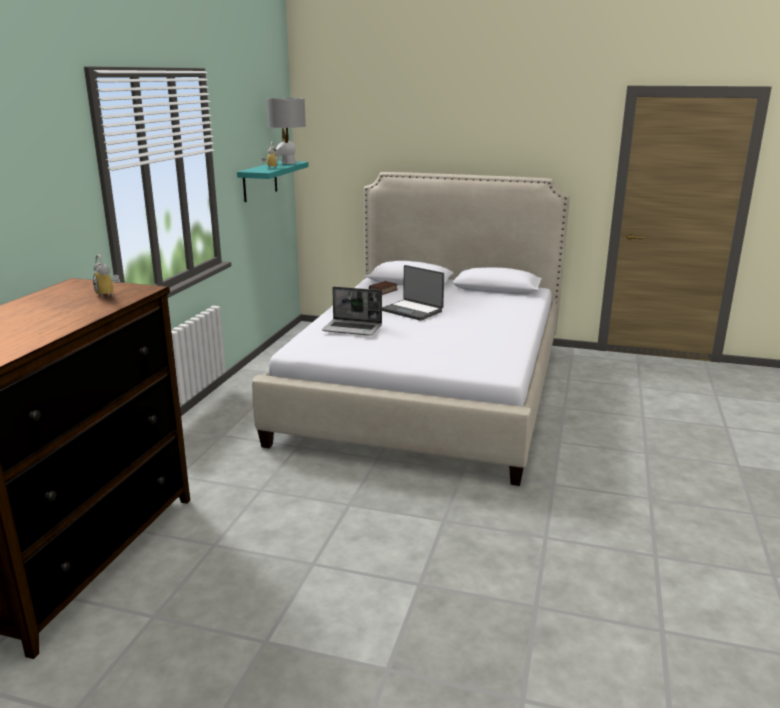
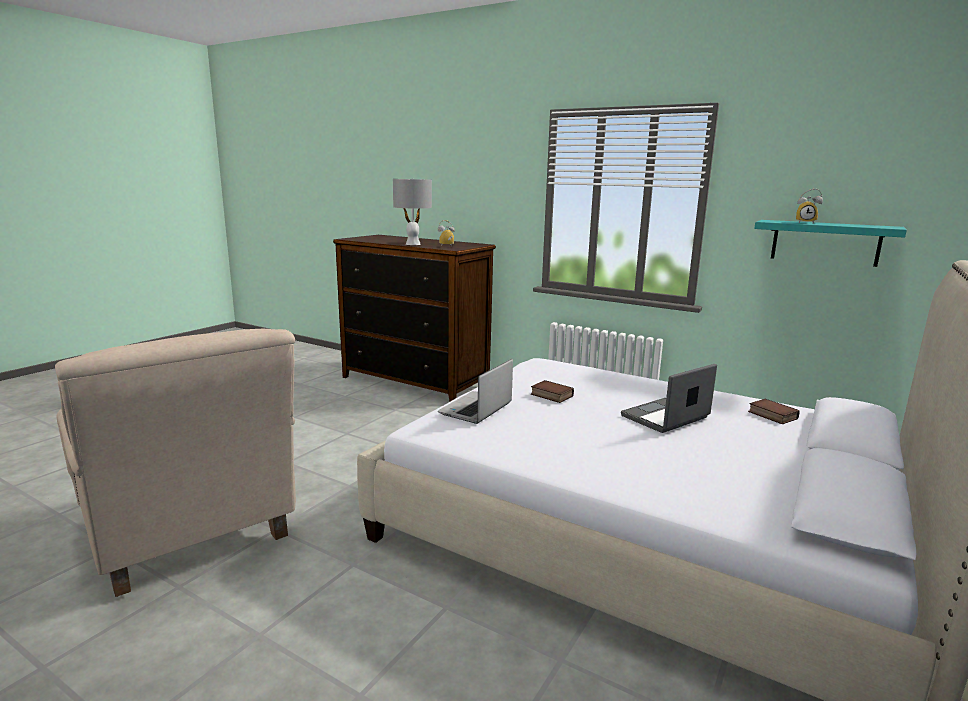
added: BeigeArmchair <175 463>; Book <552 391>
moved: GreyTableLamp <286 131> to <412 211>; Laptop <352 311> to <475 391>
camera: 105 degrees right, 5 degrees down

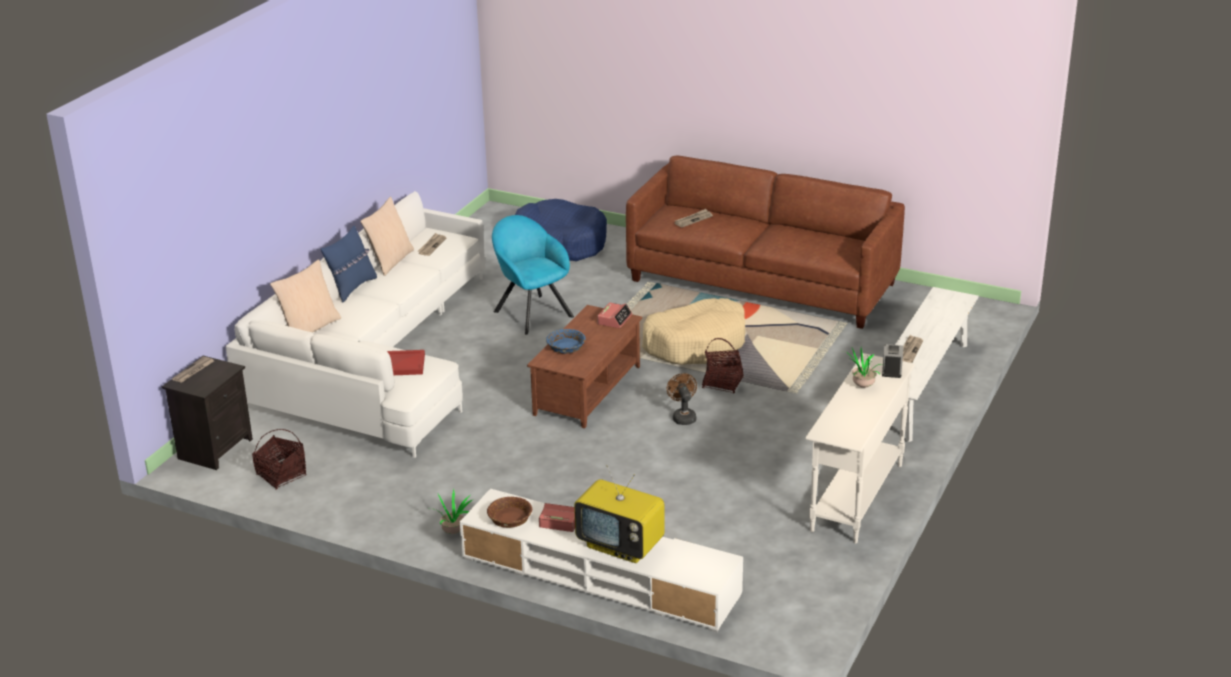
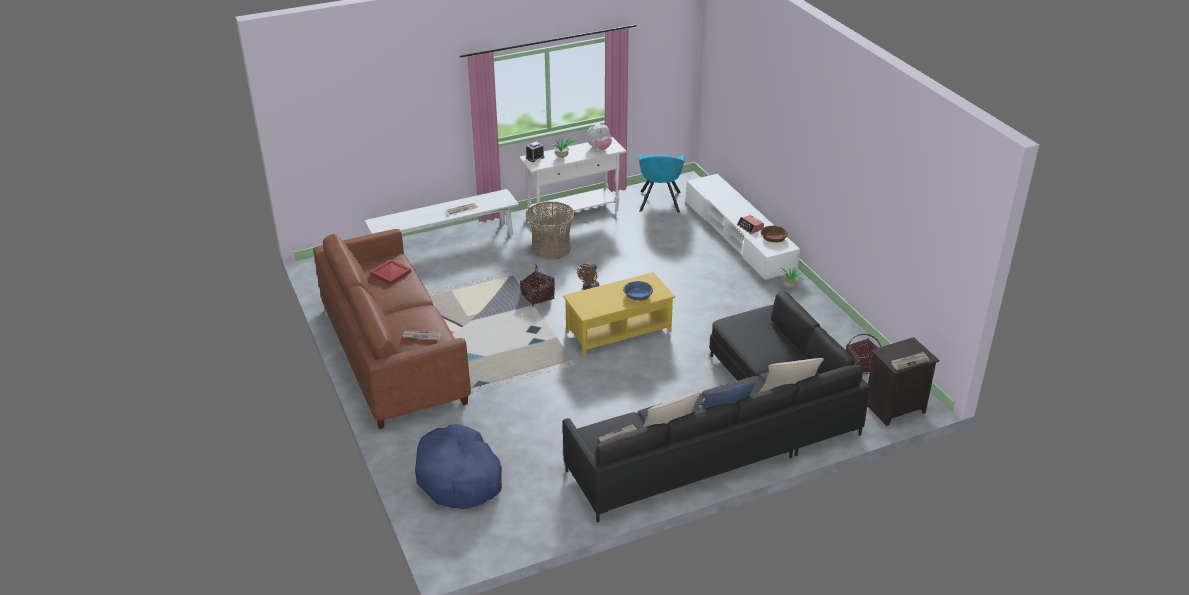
removed: Television <619 514>; AlarmClock <614 315>; BeigeDogBed <694 331>
added: Basket <550 231>; PlushToy <599 136>
moved: RedTray <406 362> to <391 272>; TurquoiseArmchair <533 275> to <662 183>
recoloured: WhiteSofa <355 324> to BlackSofa <716 407>; BrownCoffeeTable <584 366> to YellowCoffeeTable <619 314>
camera: 140 degrees left, 5 degrees up

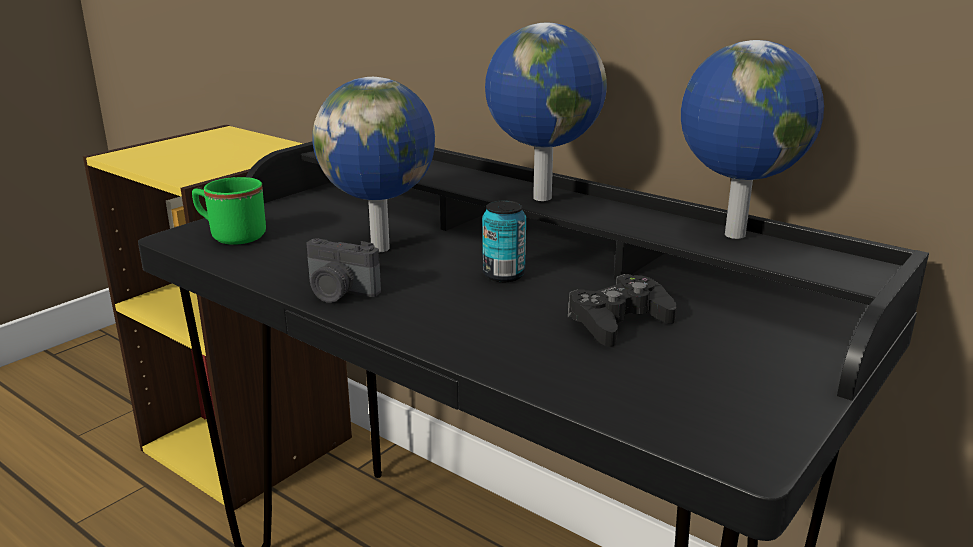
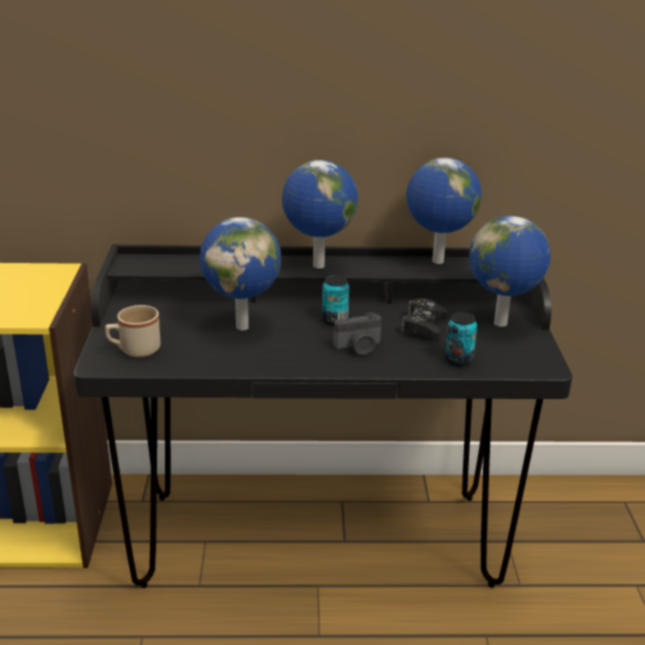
added: Can <461 339>; Globe <510 271>
moved: PhotoCamera <343 270> to <357 333>
recoloured: GreenMug <229 211> to BeigeMug <133 331>
camera: 40 degrees left, 5 degrees up

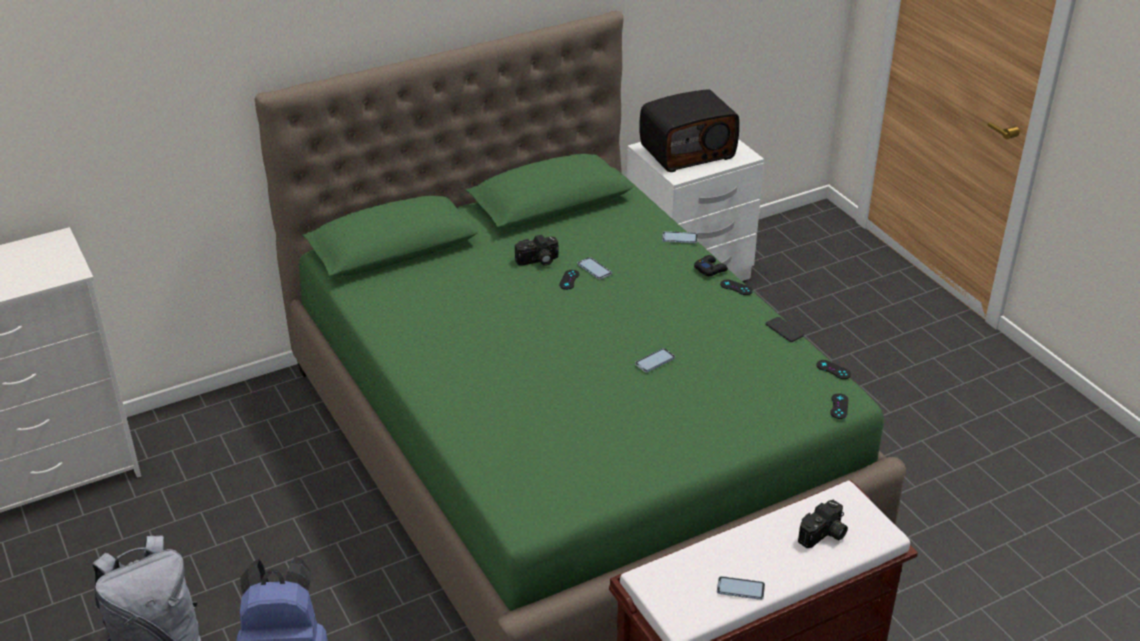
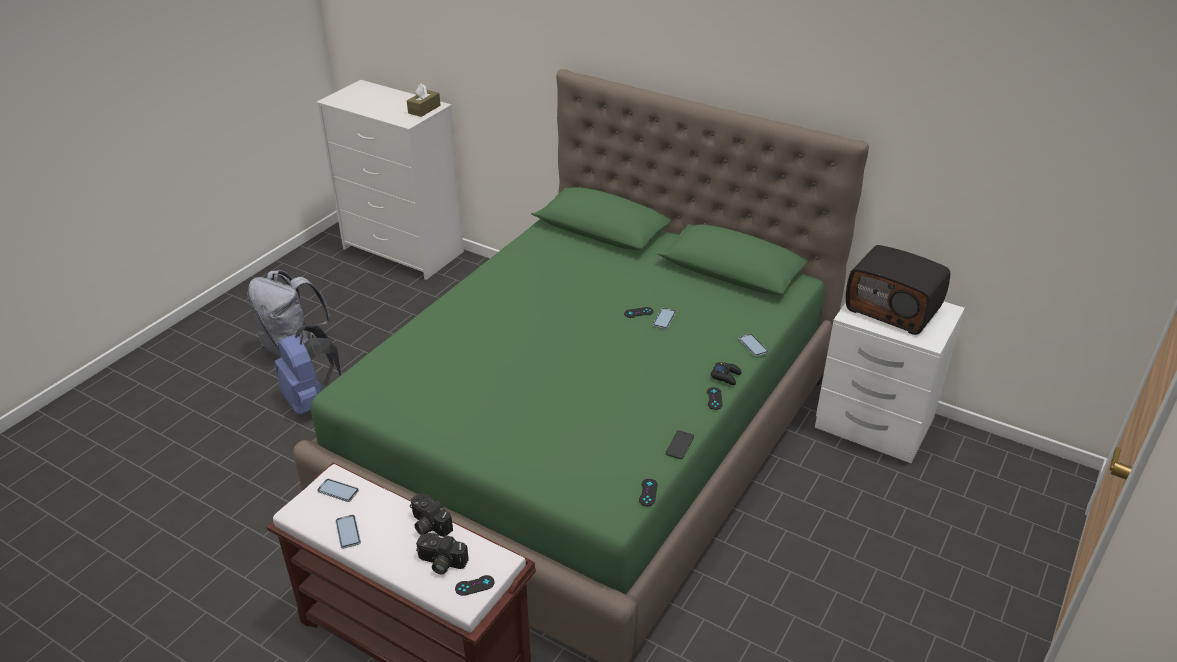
added: BrownTissueBox <424 100>
moved: PhotoCamera <536 250> to <431 515>; Phone <655 360> to <338 490>; BlackGameController <839 406> to <475 585>
camera: 60 degrees right, 0 degrees up

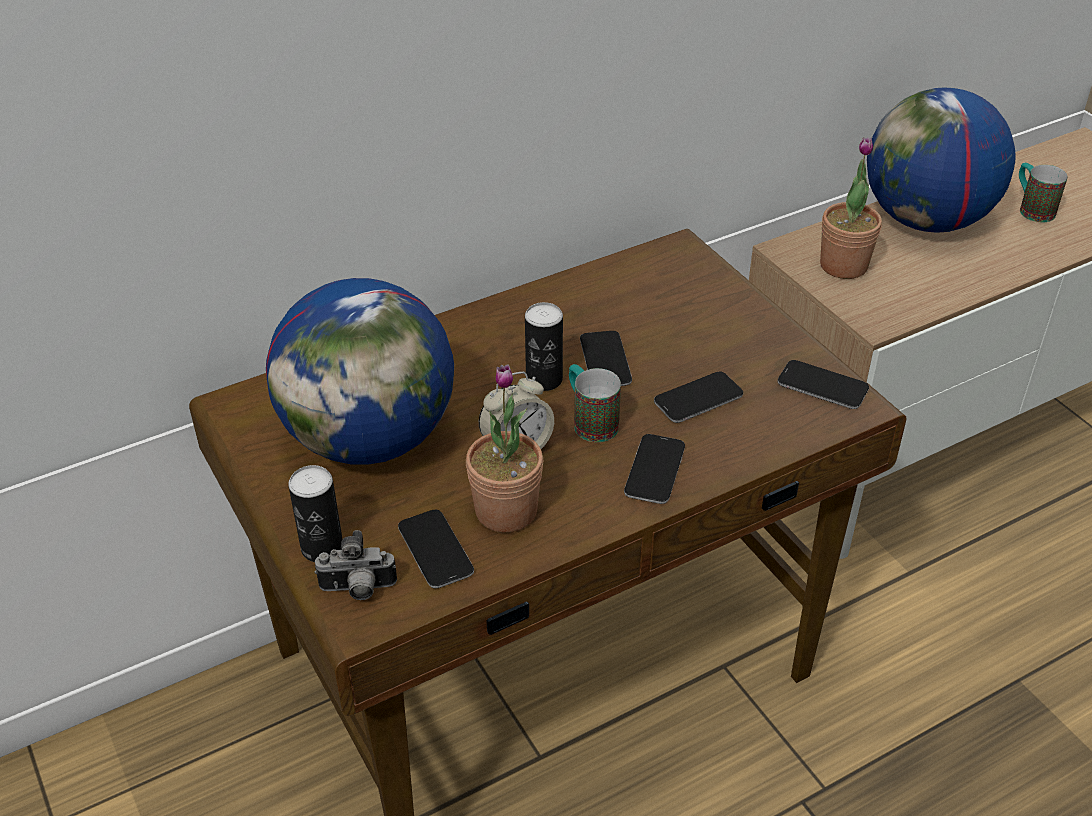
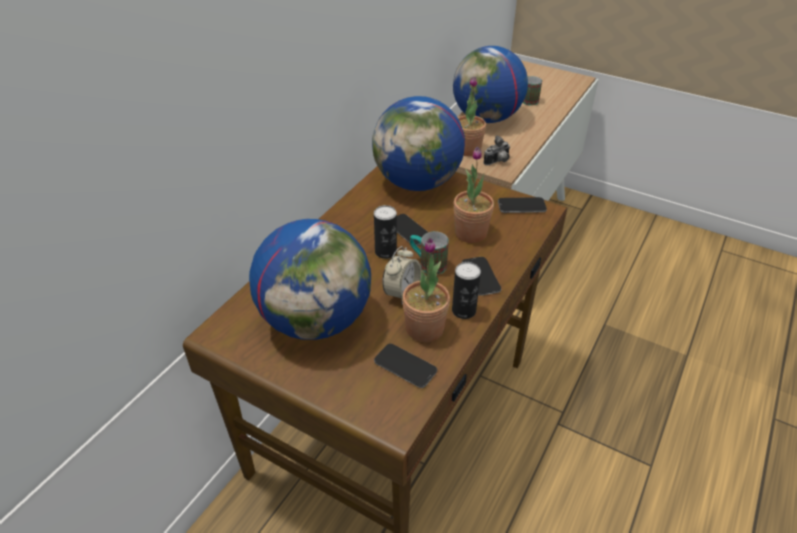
added: Globe <418 143>
moved: Can <315 513> to <466 290>; PhotoCamera <355 565> to <496 150>
replaced: Phone <698 397> to PottedPlant <473 195>
camera: 30 degrees left, 0 degrees up

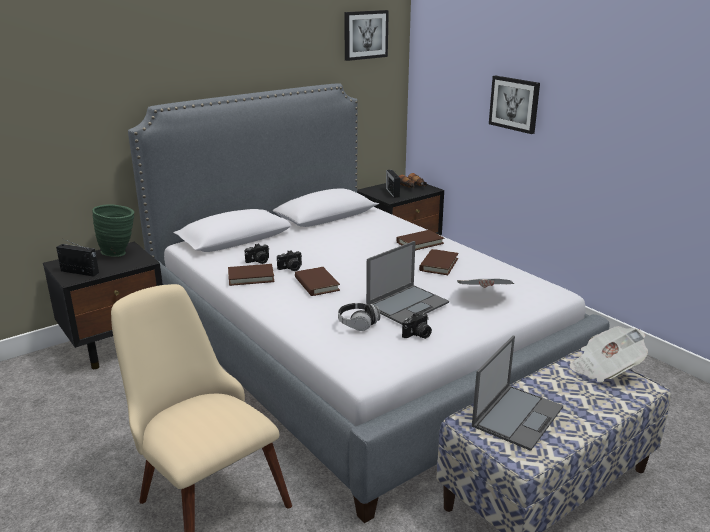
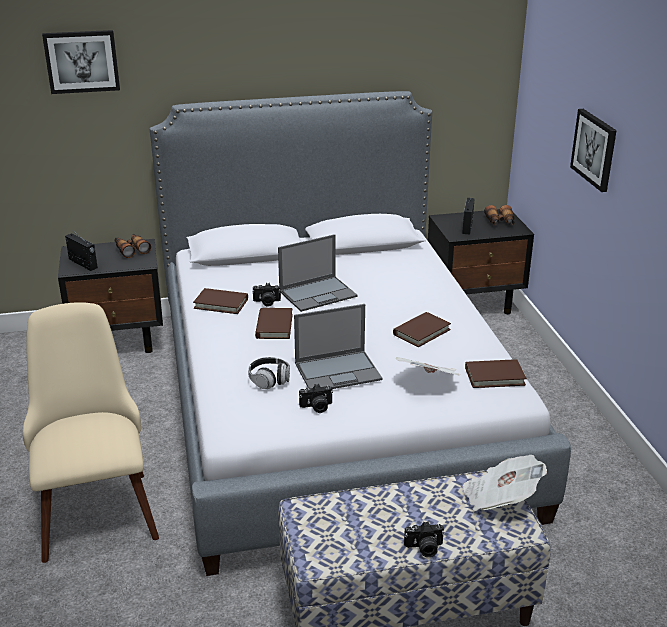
moved: PhotoCamera <257 254> to <424 539>; Picture <366 35> to <81 62>; BrownBook <420 240> to <496 373>; Laptop <517 393> to <318 273>
replaced: GreenVase <113 231> to Binoculars <133 246>
camera: 25 degrees right, 5 degrees up

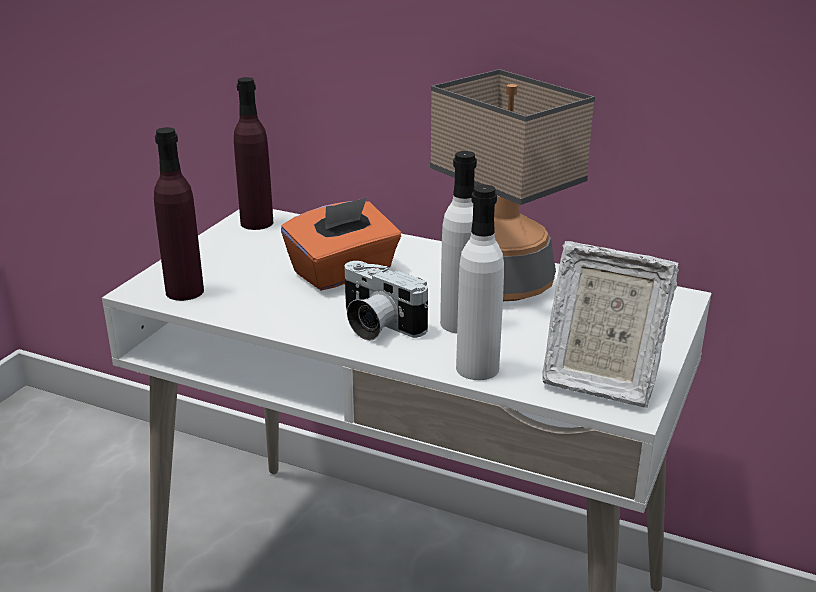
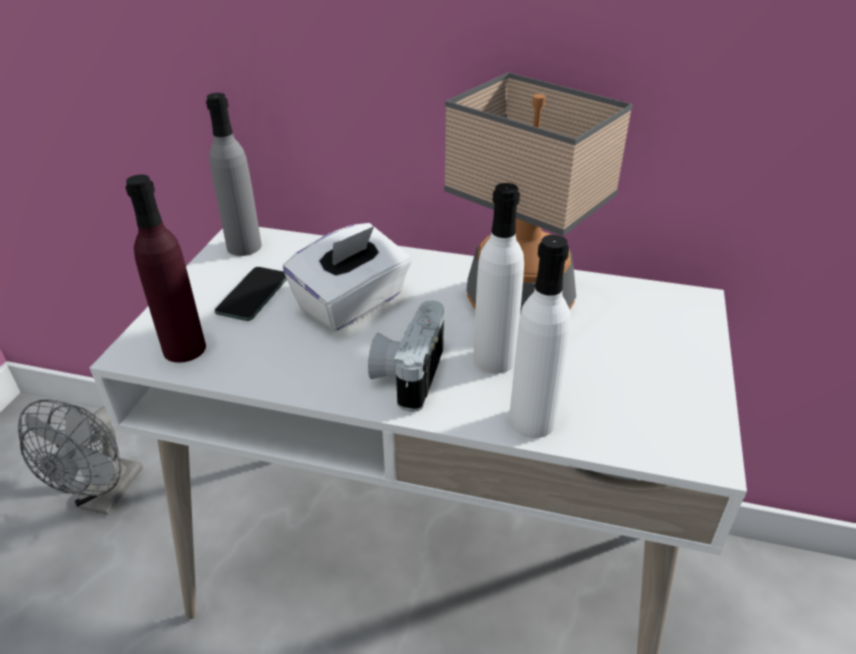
removed: PictureFrame <610 324>
added: GreyFan <80 457>; Phone <251 294>
recoloured: PurpleBottle <253 153> to GreyBottle <234 174>; OrangeTissueBox <341 244> to WhiteTissueBox <347 277>
turned: PhotoCamera <386 301> = <406 356> 75 degrees clockwise
camera: 10 degrees left, 10 degrees up

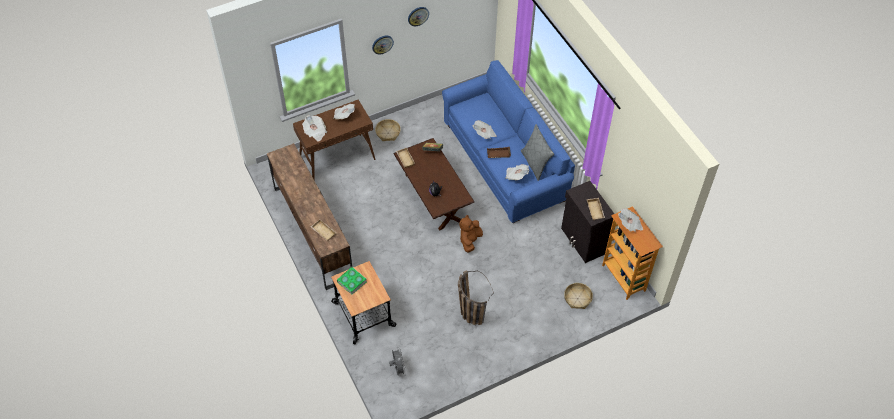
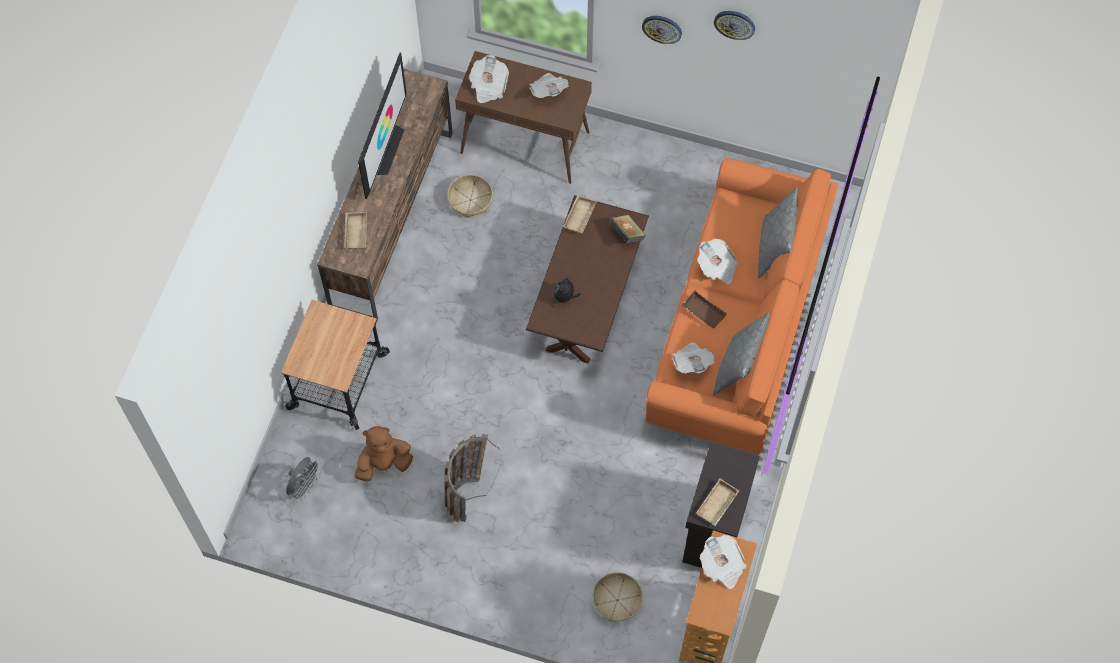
removed: Book <352 281>
added: Television <382 126>; GreyPillow <778 232>
moved: Basket <388 130> to <470 196>; BrownPlushToy <471 234> to <383 453>
recoloured: BlueSofa <508 141> to OrangeSofa <741 306>
camera: 45 degrees right, 10 degrees up

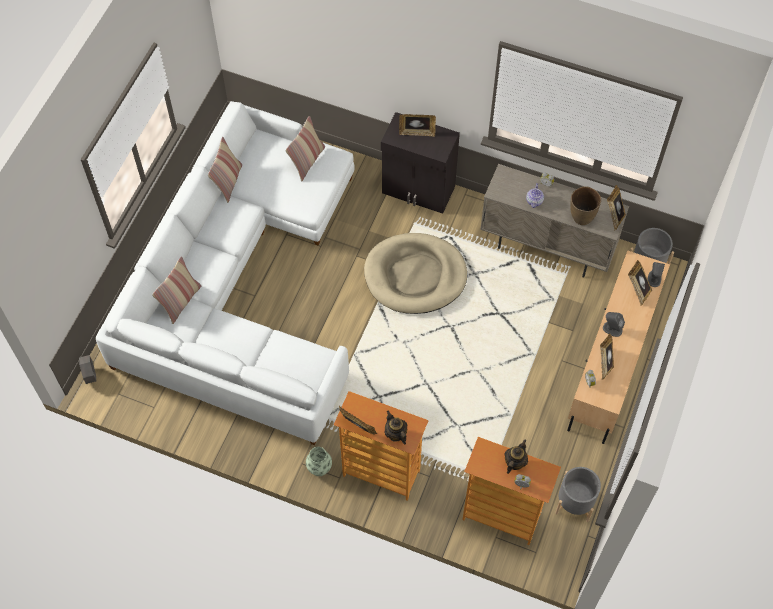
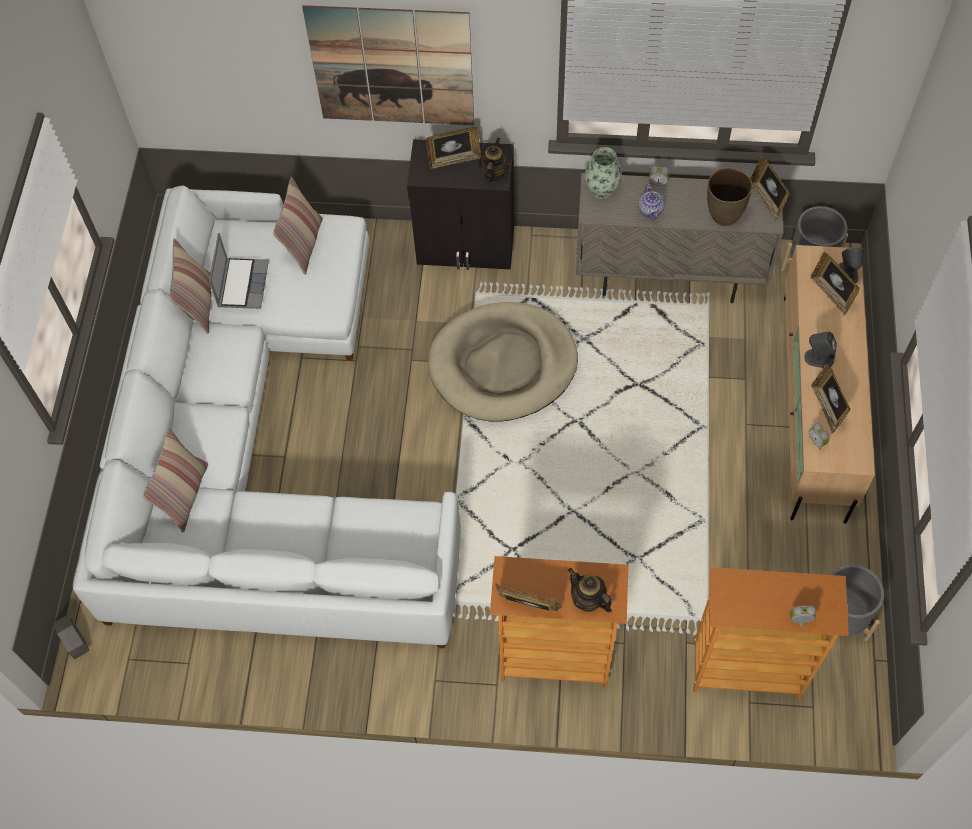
added: Laptop <239 271>; Picture <388 65>
moved: Vase <319 461> to <603 173>; Teapot <516 456> to <493 160>
camera: 15 degrees left, 0 degrees up

